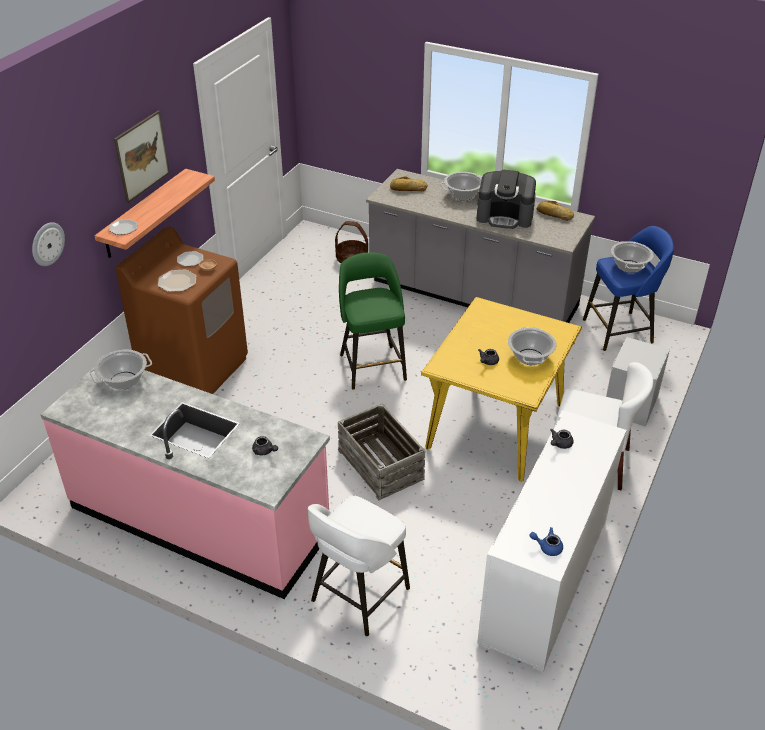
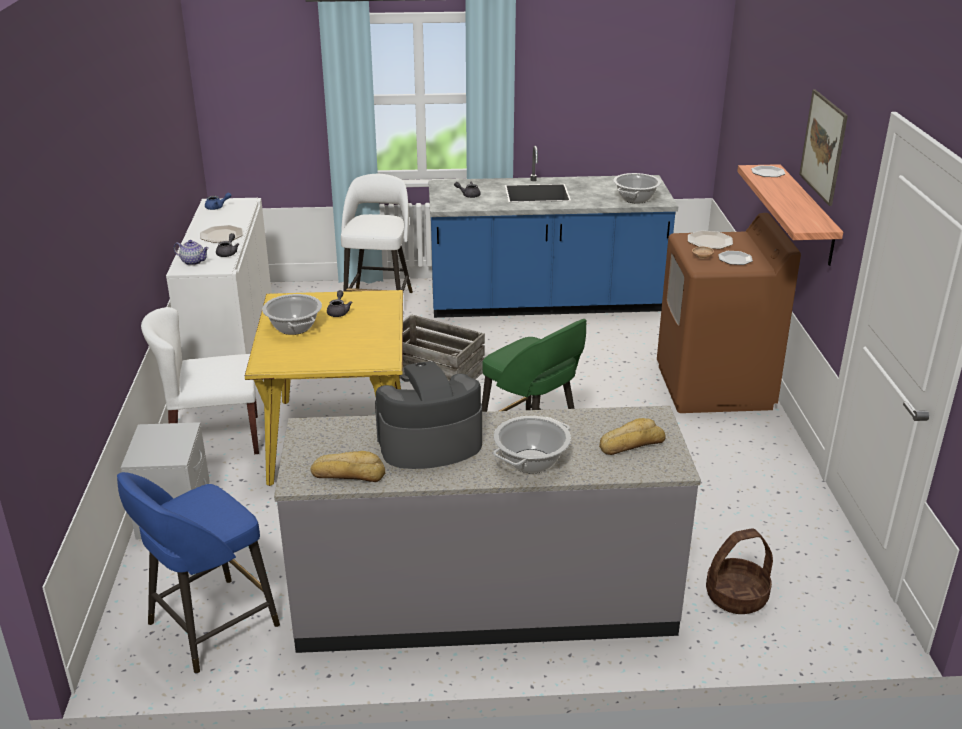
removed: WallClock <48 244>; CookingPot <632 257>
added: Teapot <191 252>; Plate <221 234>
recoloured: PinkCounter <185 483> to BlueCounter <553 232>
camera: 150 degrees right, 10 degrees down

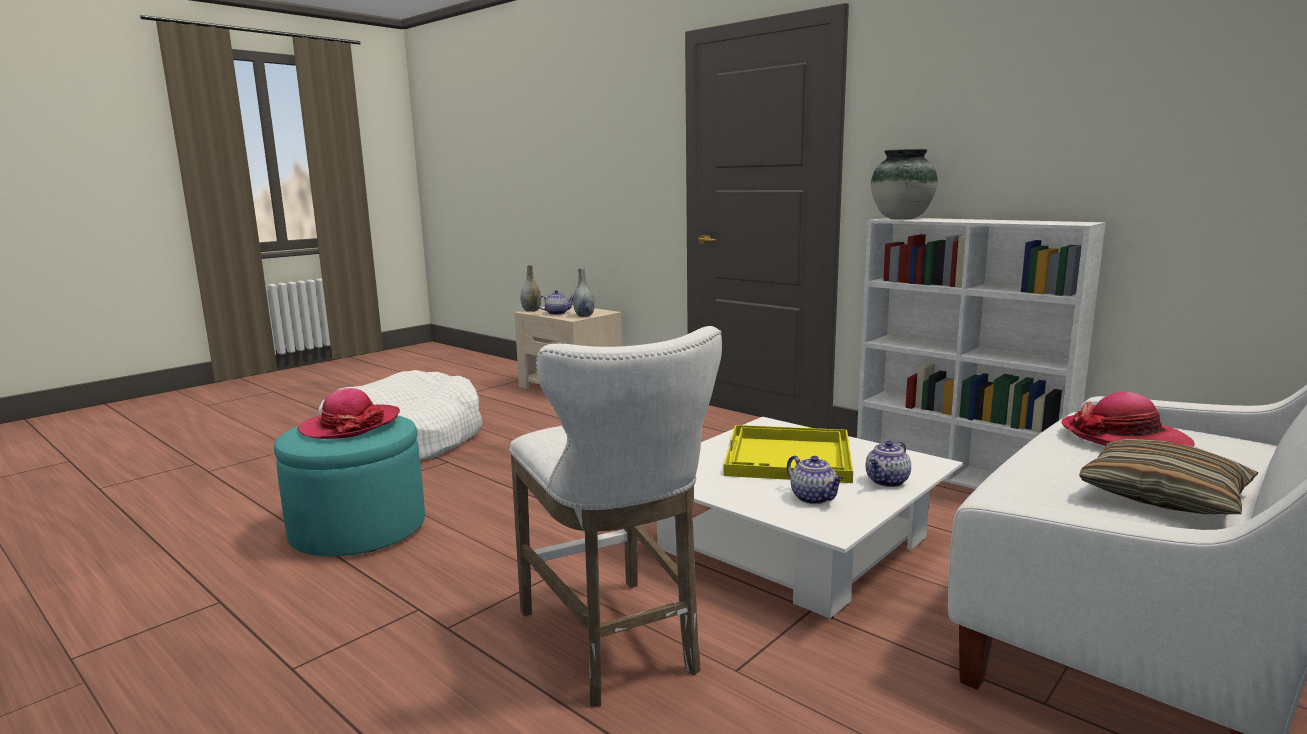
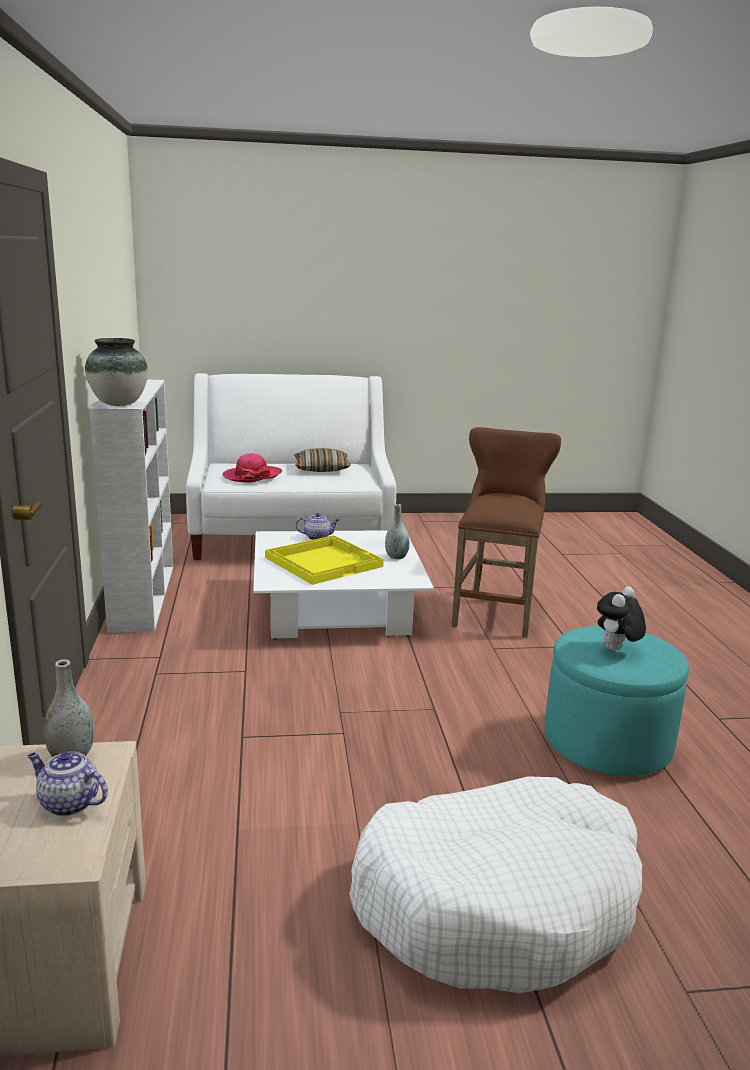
removed: Teapot <815 479>
moved: GreyVase <531 288> to <397 531>
replaced: Hat <348 413> to PlushToy <621 618>
recoloured: WhiteStool <615 516> to BrownStool <506 532>
camera: 140 degrees left, 5 degrees up

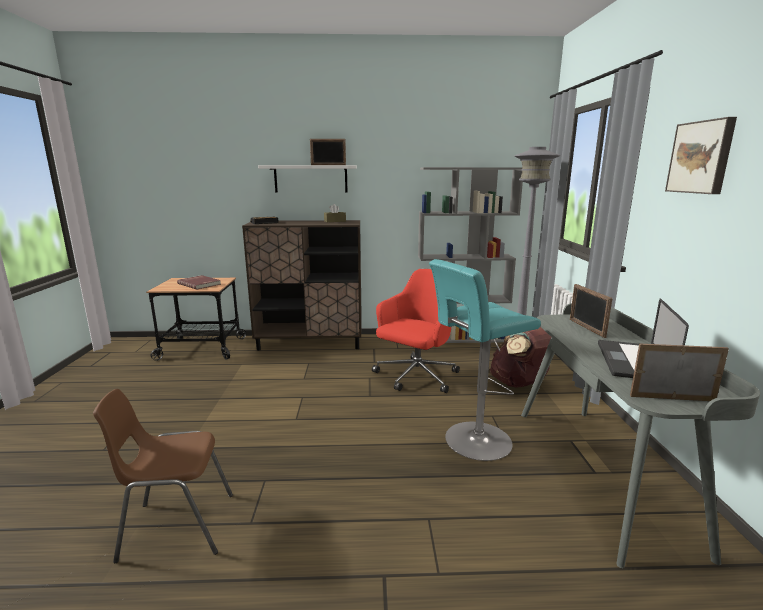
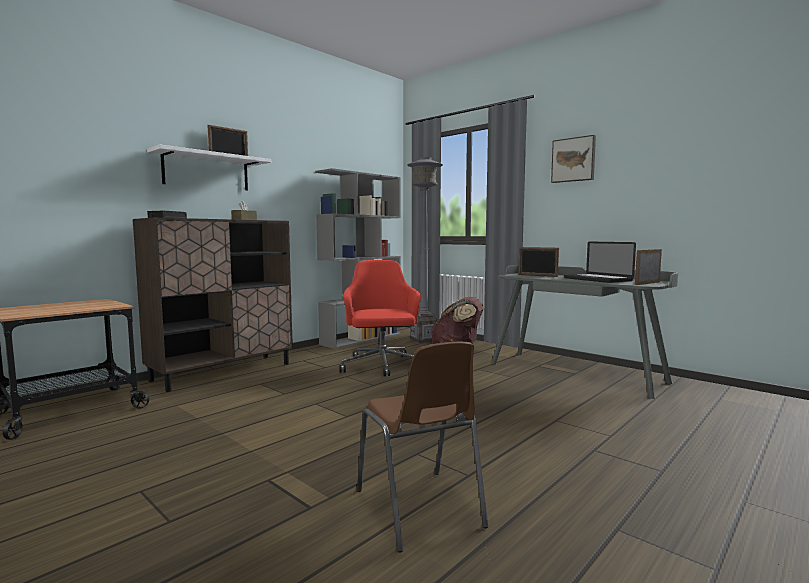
removed: RedBook <199 282>; TurquoiseStool <485 360>
turned: BrownChair <163 476> = <422 447> 60 degrees counterclockwise
camera: 45 degrees left, 10 degrees down

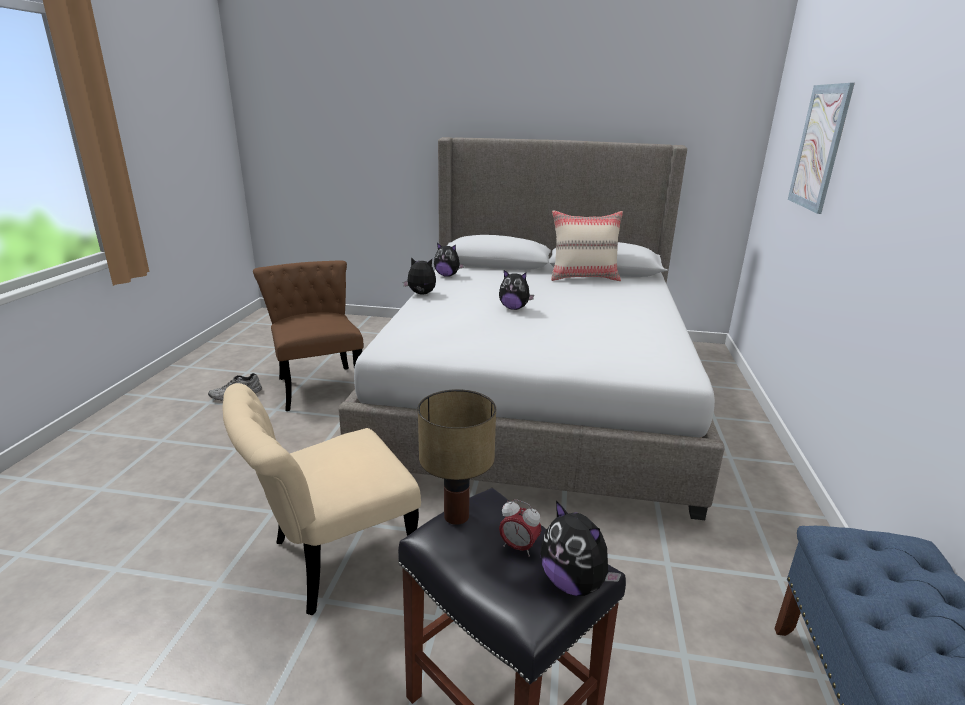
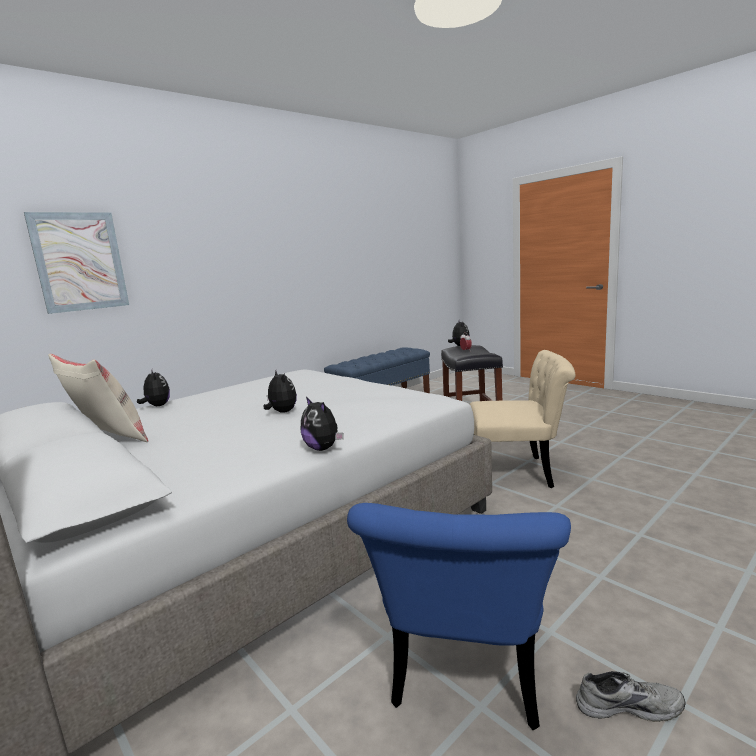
removed: TableLamp <457 457>
moved: PlushToy <449 260> to <153 388>
recoloured: BrownChair <308 335> to BlueChair <459 616>
camera: 140 degrees left, 10 degrees down

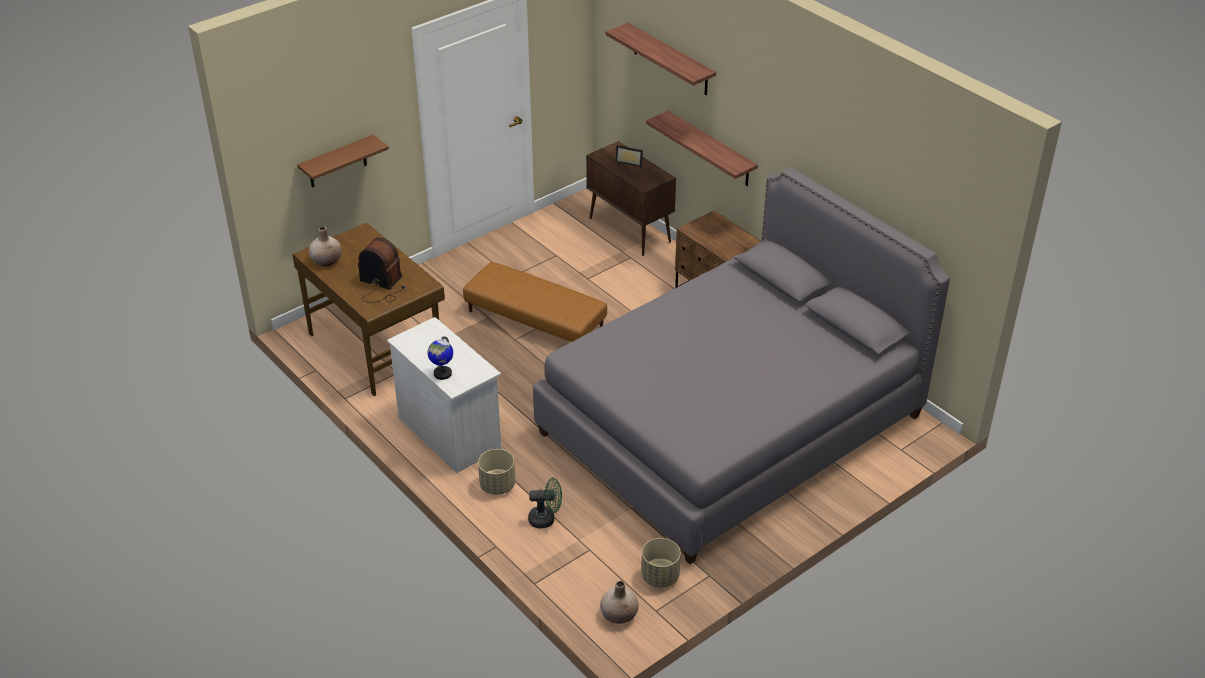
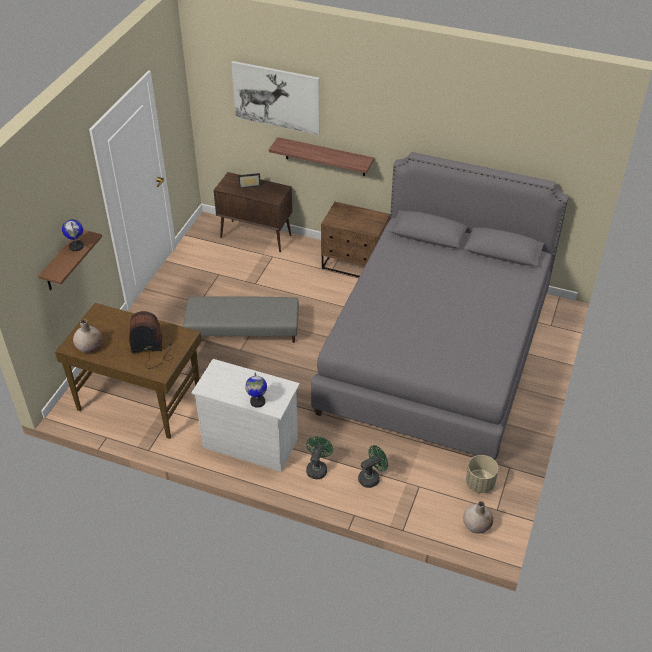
added: Globe <73 235>
replaced: BeigePlanter <496 472> to GreenFan <319 457>; Shelf <661 59> to Picture <275 98>
recoloured: BrownOttoman <535 302> to GreyOttoman <241 319>
camera: 30 degrees left, 5 degrees up

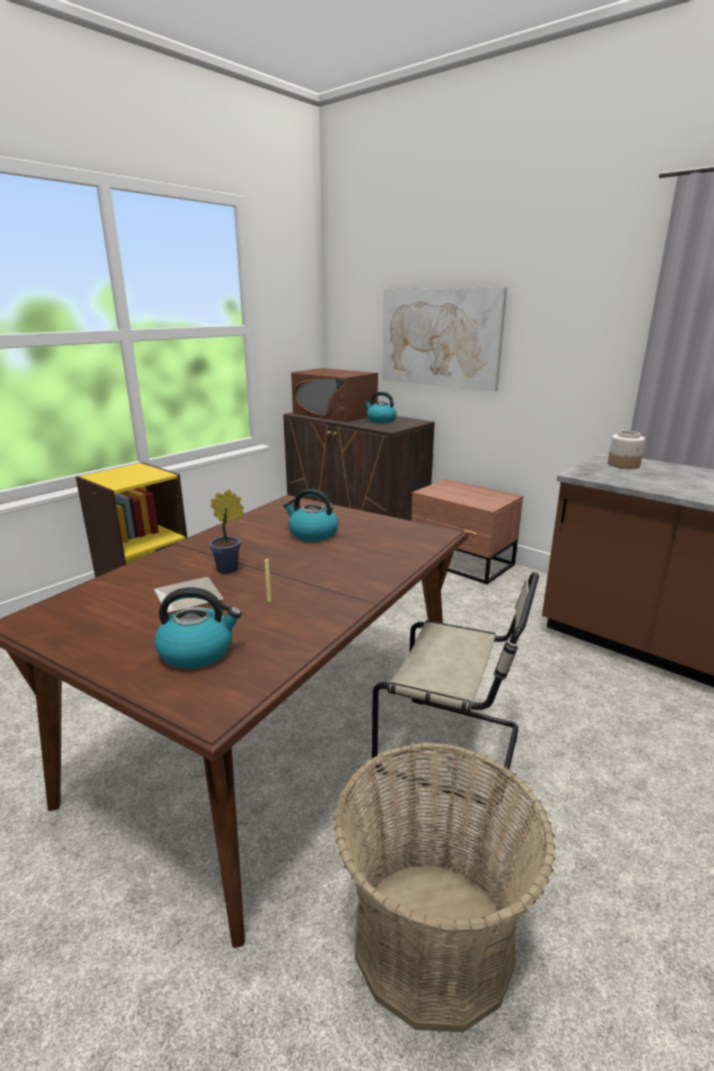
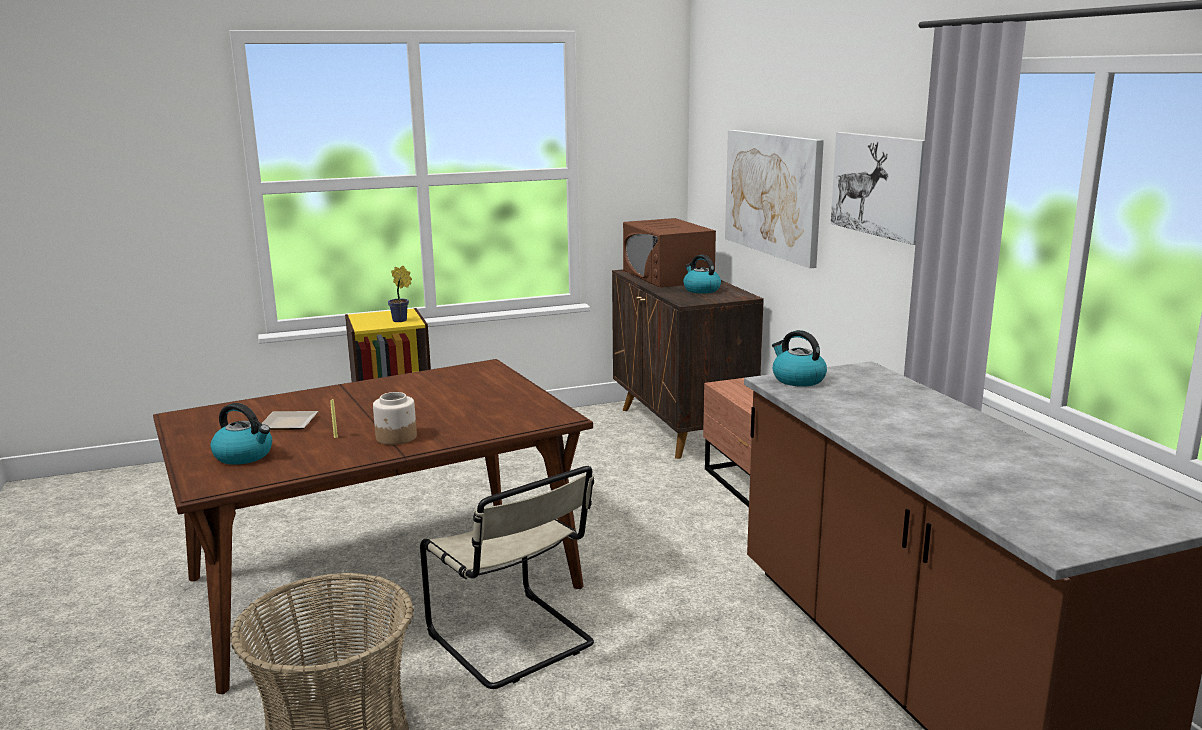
added: Picture <878 188>
moved: PottedPlant <226 532> to <400 294>; Kettle <310 515> to <799 358>; Jar <626 450> to <395 418>
camera: 30 degrees right, 5 degrees down

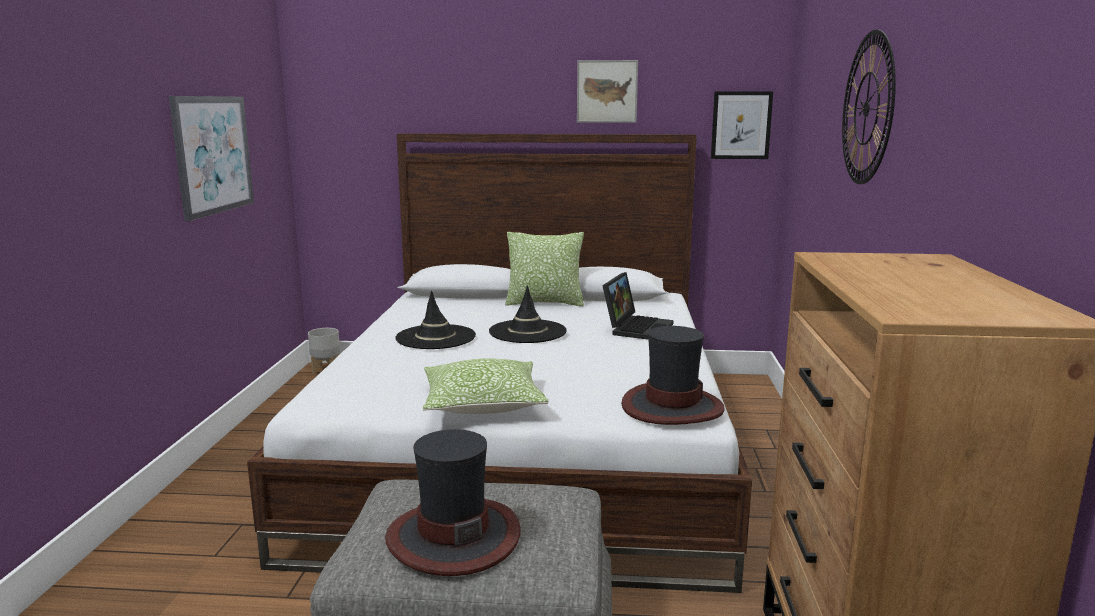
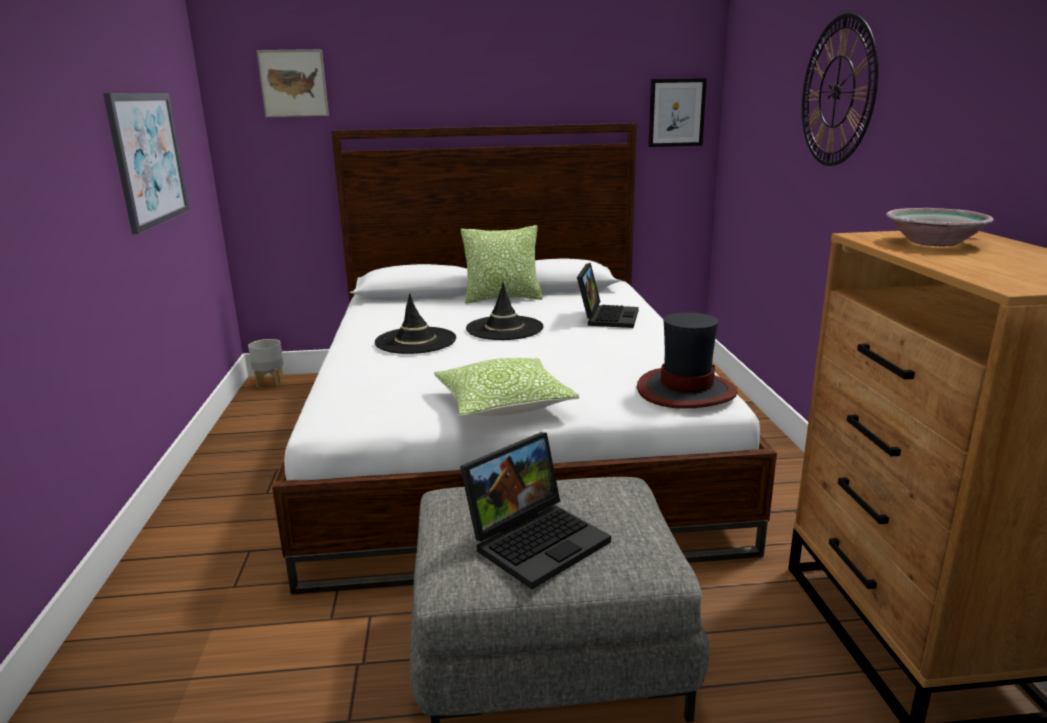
added: Bowl <940 227>
moved: Picture <607 91> to <293 83>
replaced: Hat <453 502> to Laptop <535 510>
camera: 10 degrees left, 5 degrees up

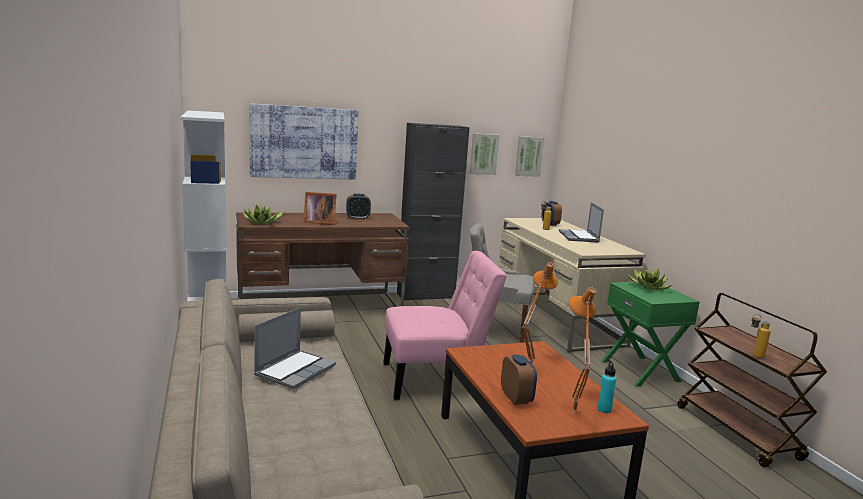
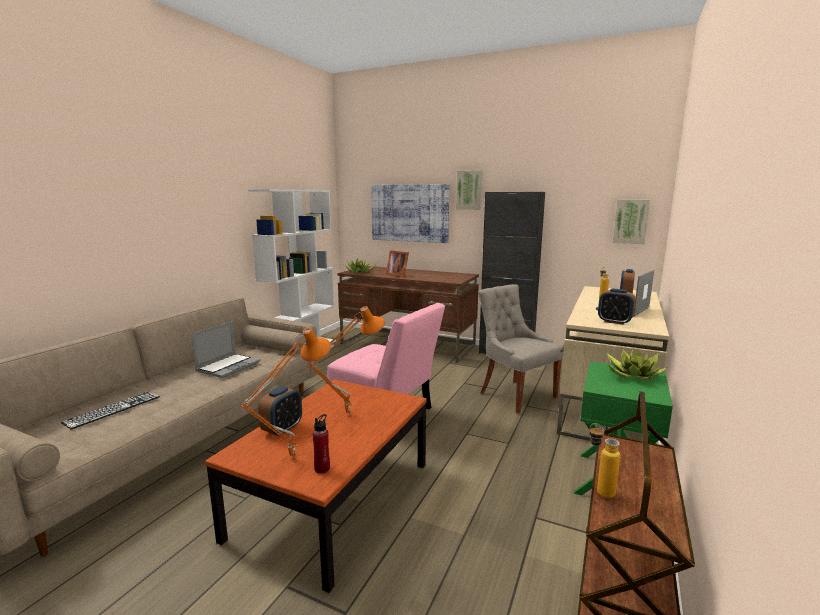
added: Keyboard <110 411>
moved: AlarmClock <358 207> to <617 306>; Picture <484 154> to <469 190>
recoloured: TurquoiseBottle <607 386> to RedBottle <321 443>
turned: Laptop <295 348> = <226 349> 45 degrees counterclockwise
camera: 45 degrees right, 0 degrees up

